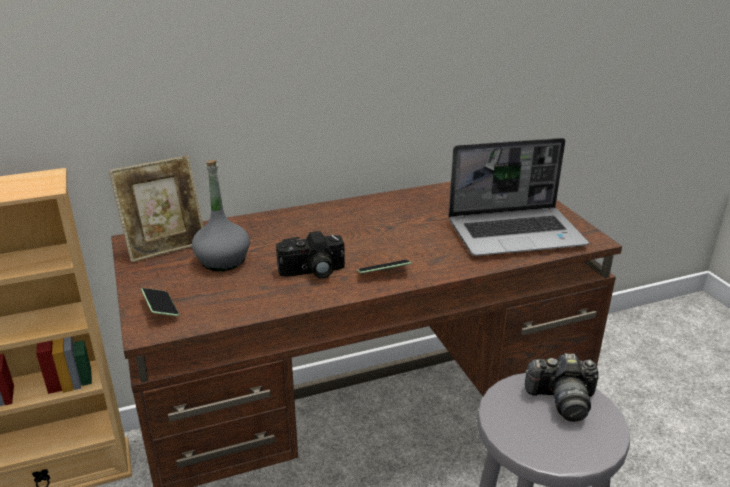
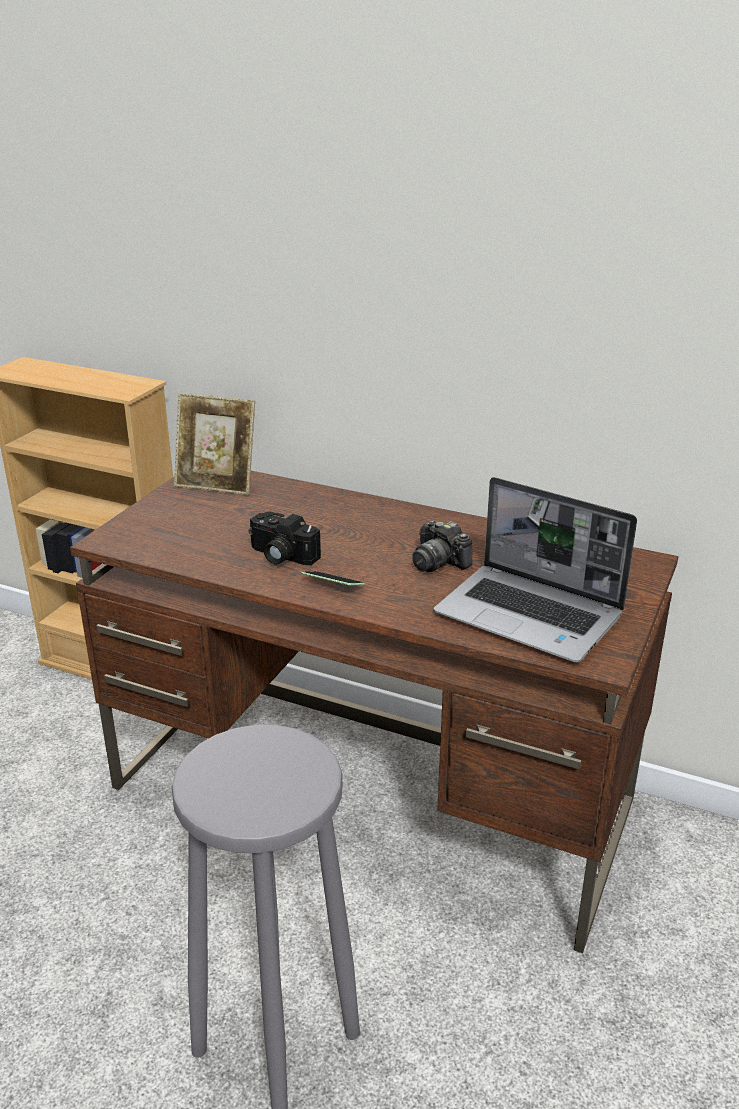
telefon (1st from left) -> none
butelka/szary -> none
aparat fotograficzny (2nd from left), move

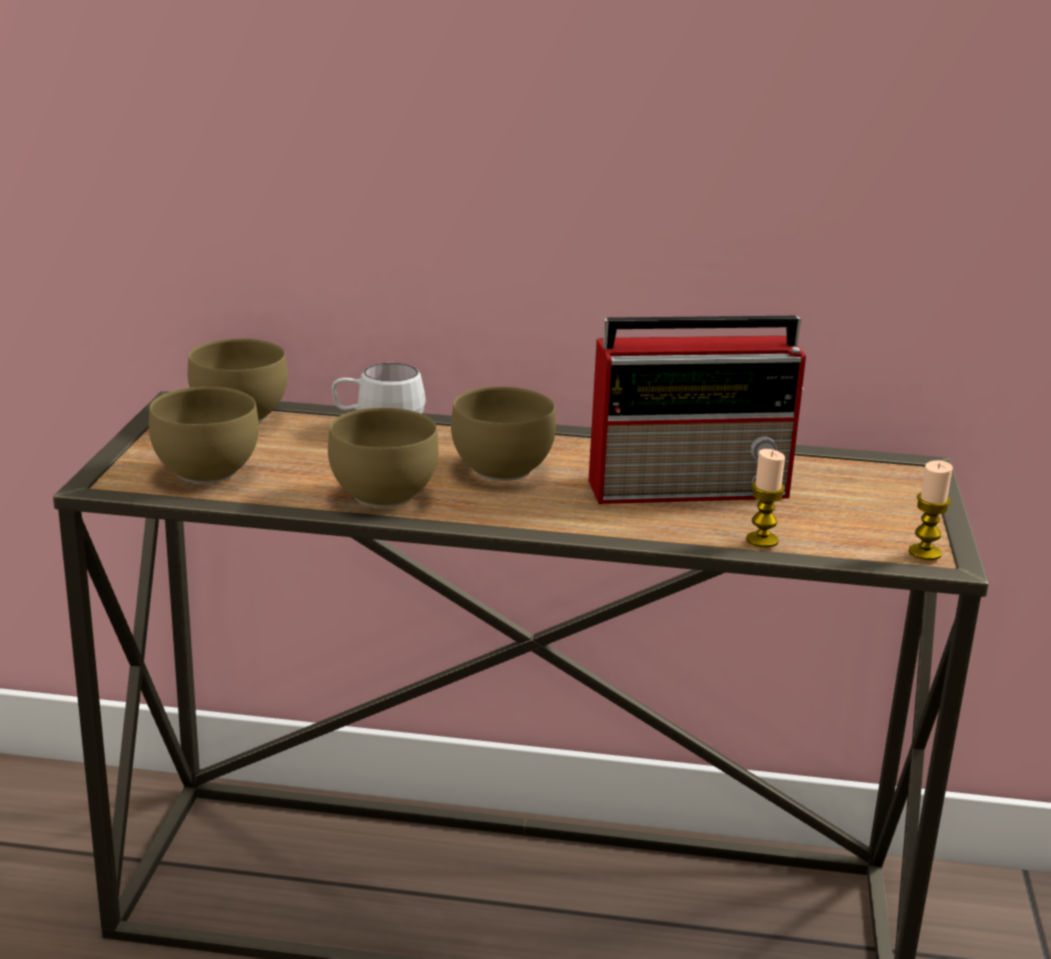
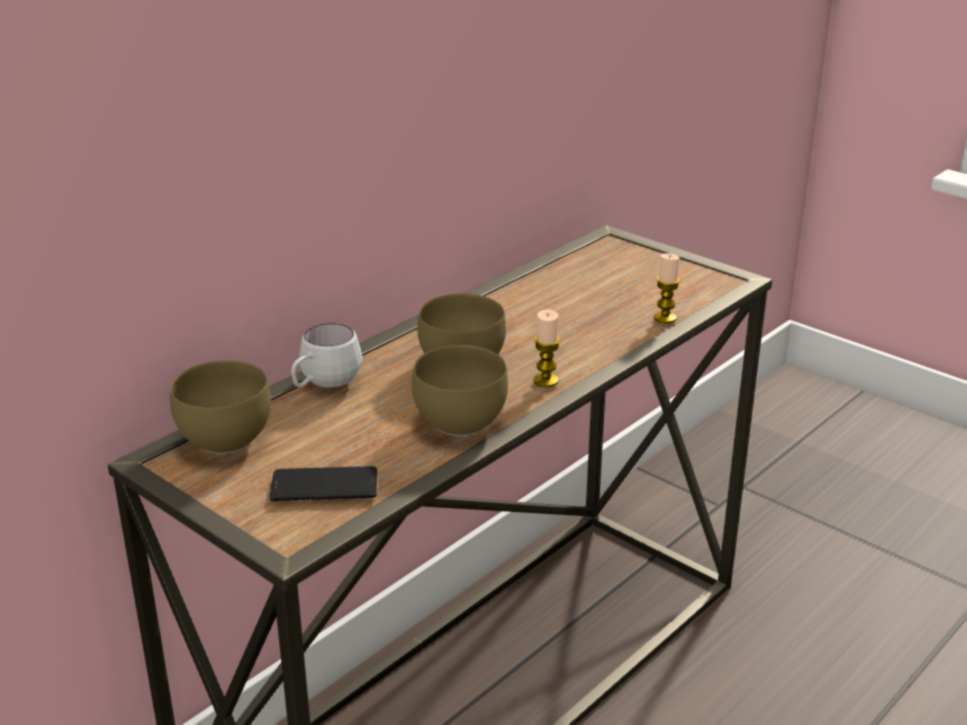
radio -> none
świeca (2nd from left in the first image) -> świeca (1st from left), move
miska/brązowy (1st from left) -> telefon

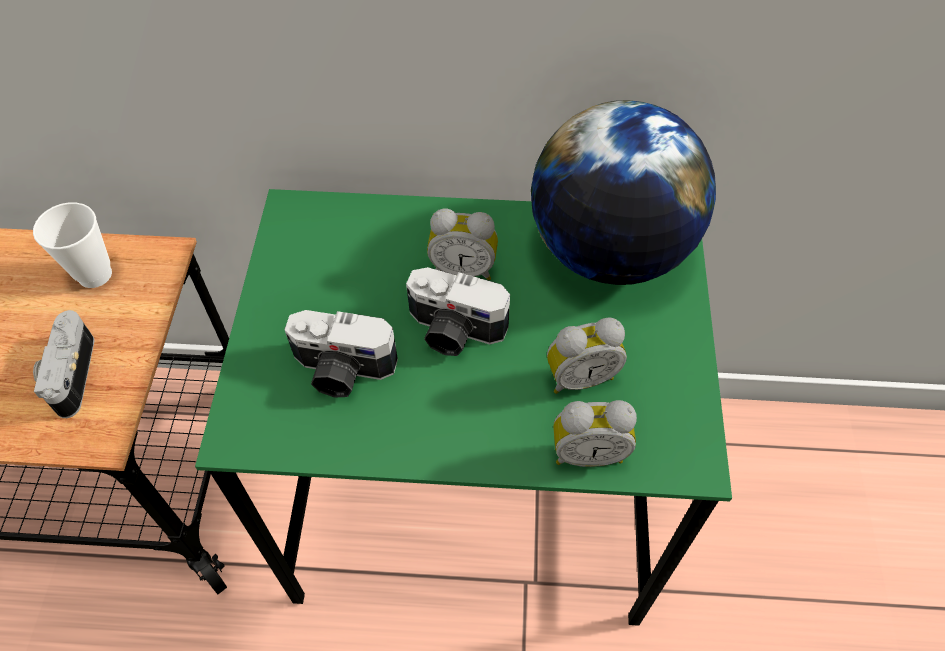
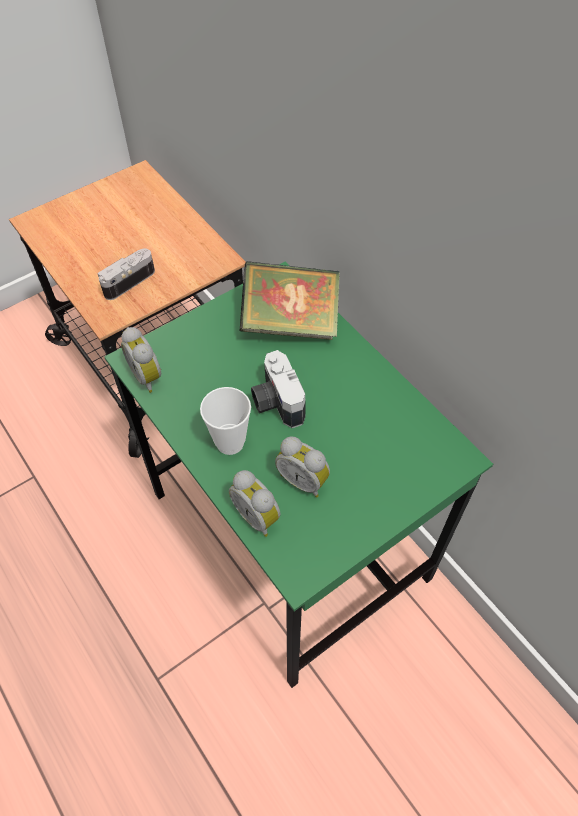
aparat fotograficzny (2nd from left) -> none
globus -> none
none -> książka
filiżanka, move
budzik (1st from left), move

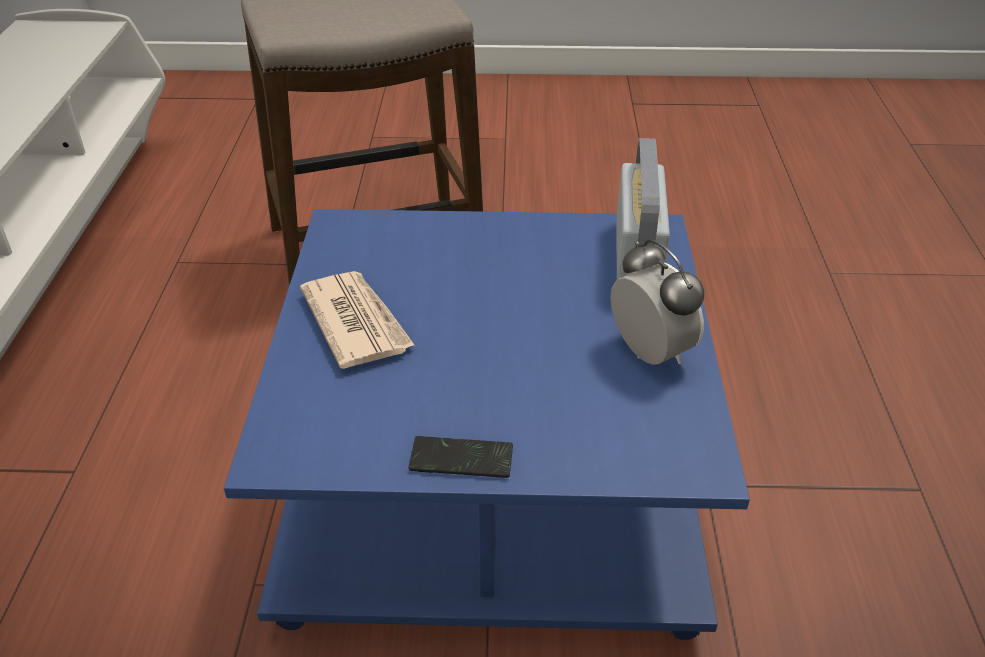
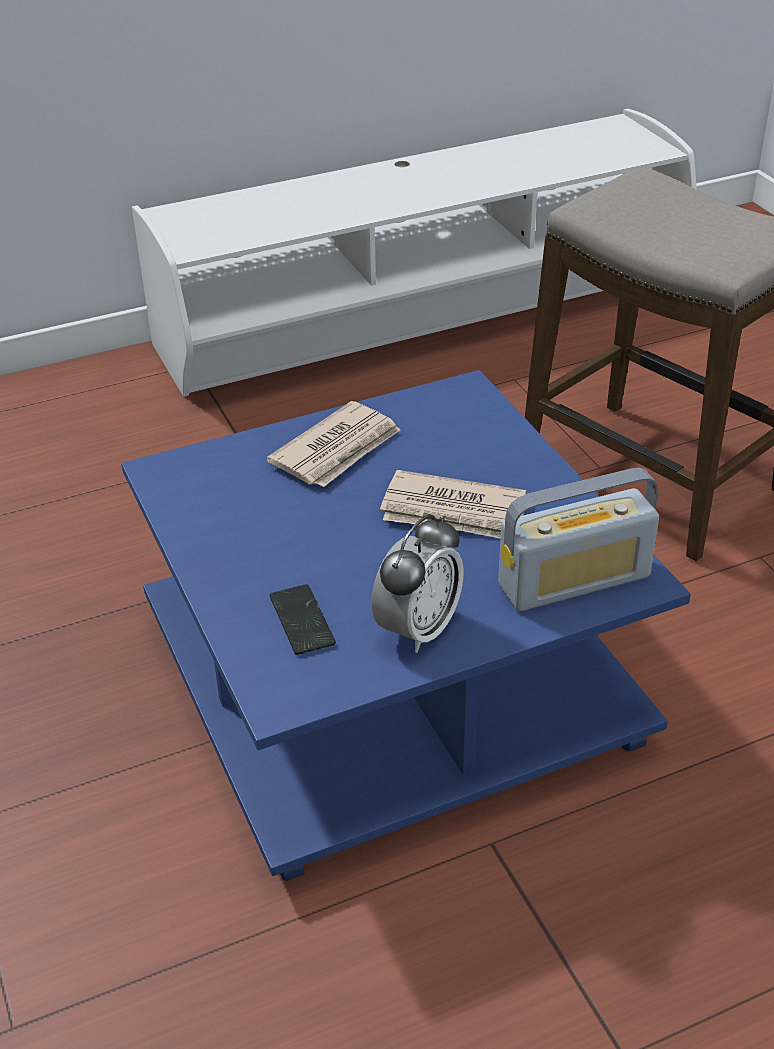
none -> gazeta (2nd from left)
telefon, move

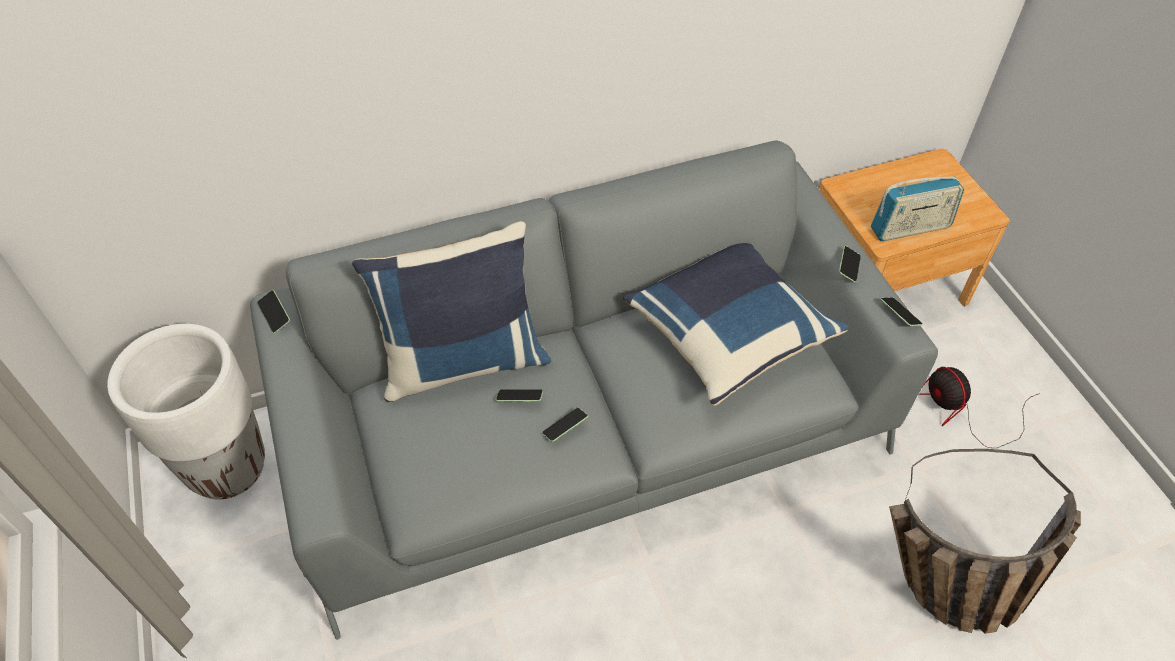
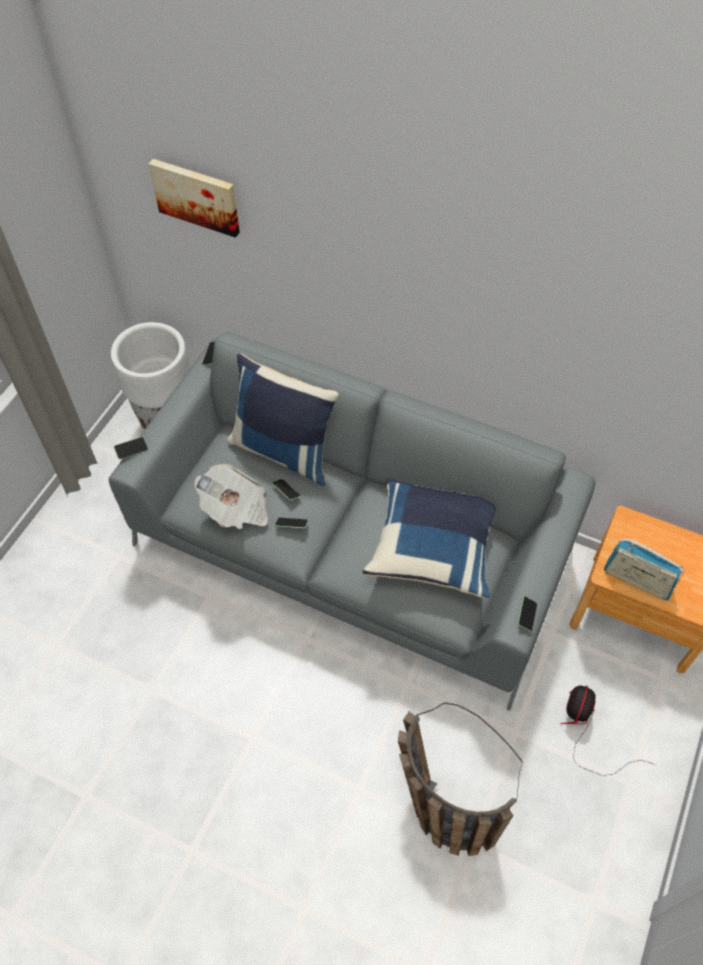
none -> obraz
none -> gazeta
telefon (4th from left in the first image) -> telefon (1st from left), move

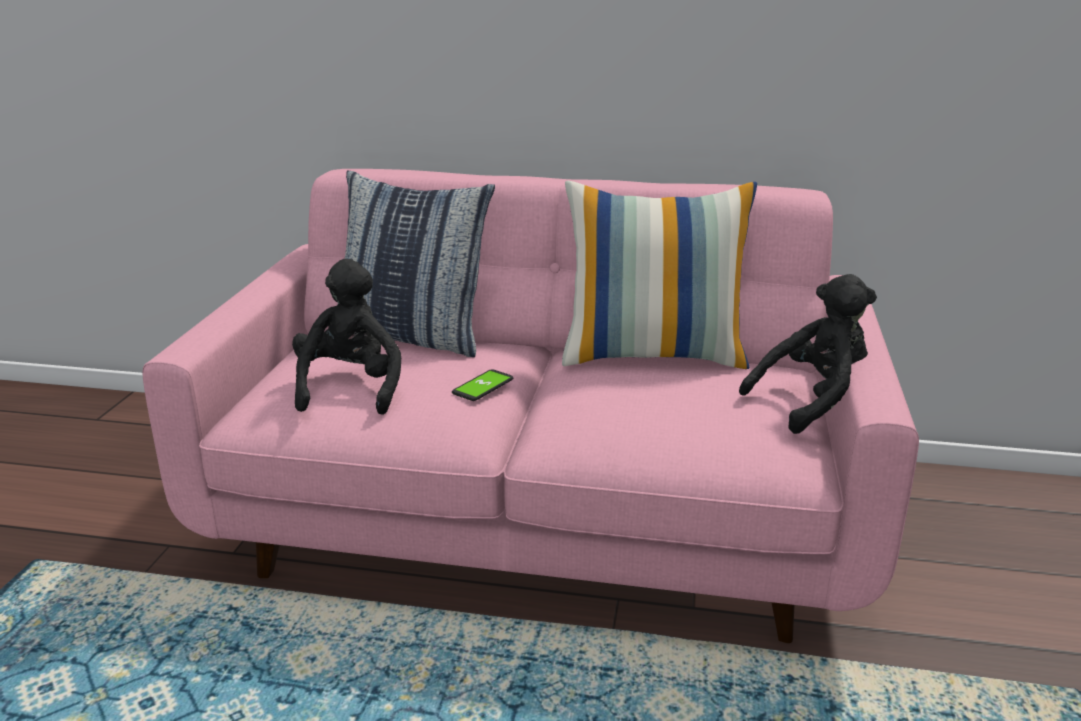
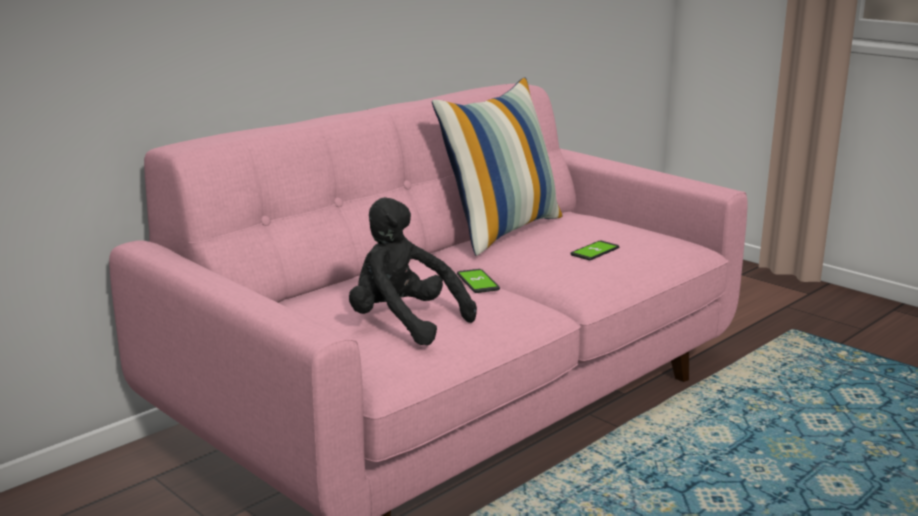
poduszka (1st from left) -> none
pluszak/czarny (2nd from left) -> none
none -> telefon (2nd from left)

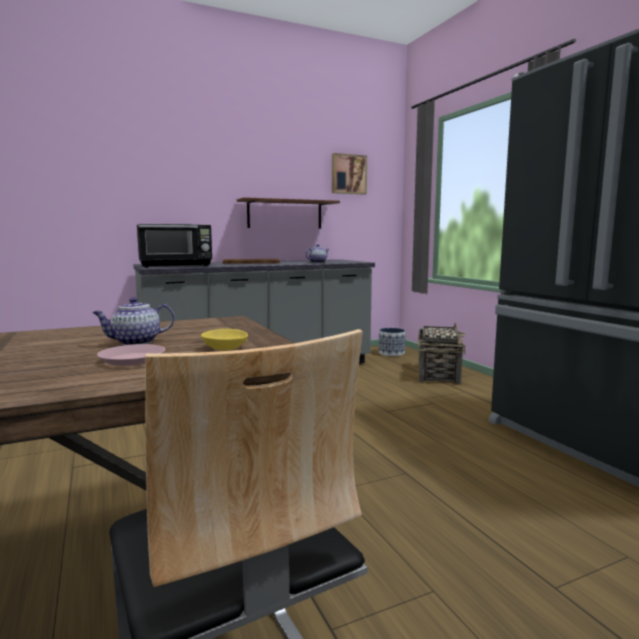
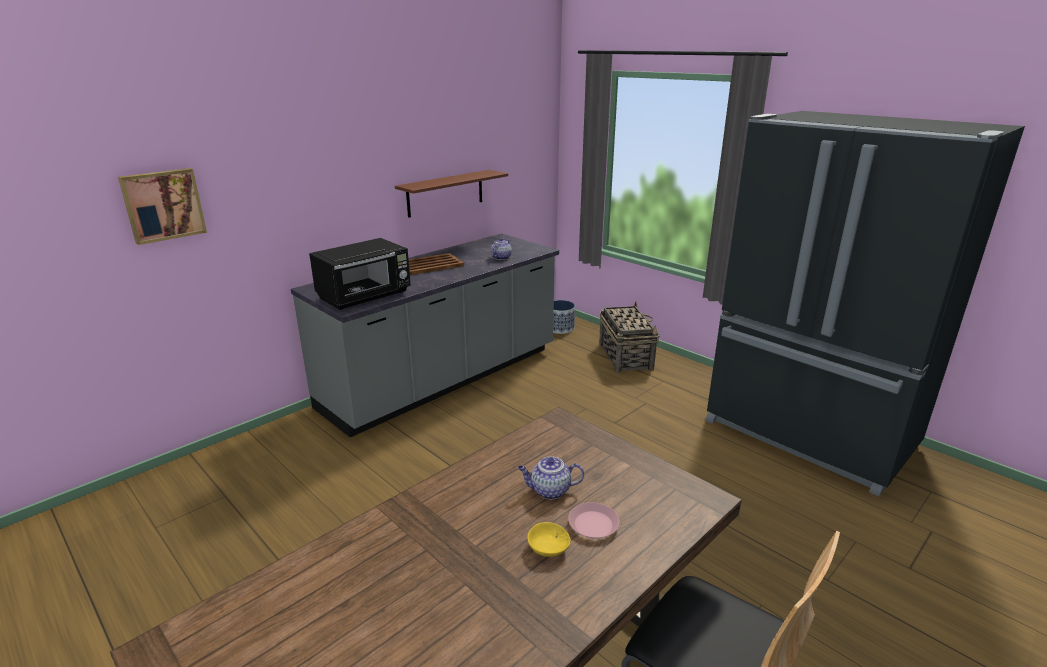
miska/żółty, move
obraz, move
imbryk (1st from left in the first image) -> imbryk (2nd from left), 45 degrees clockwise

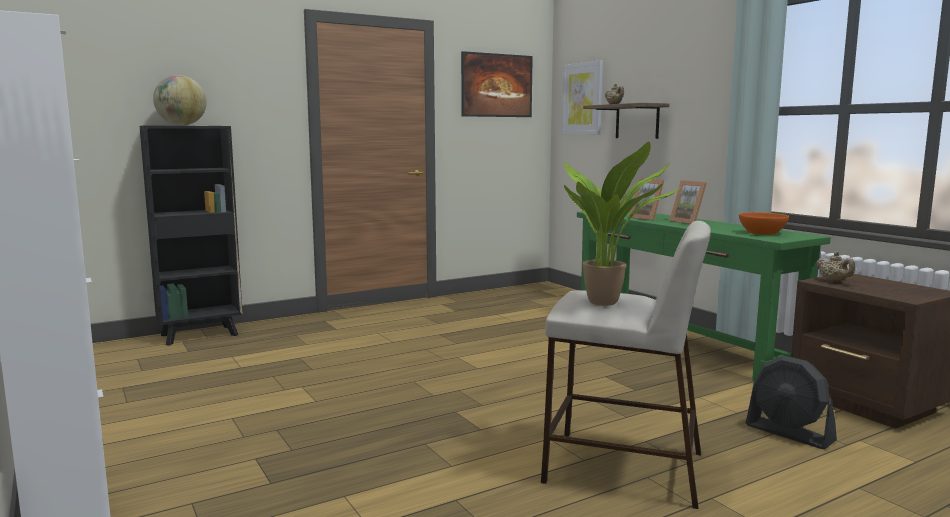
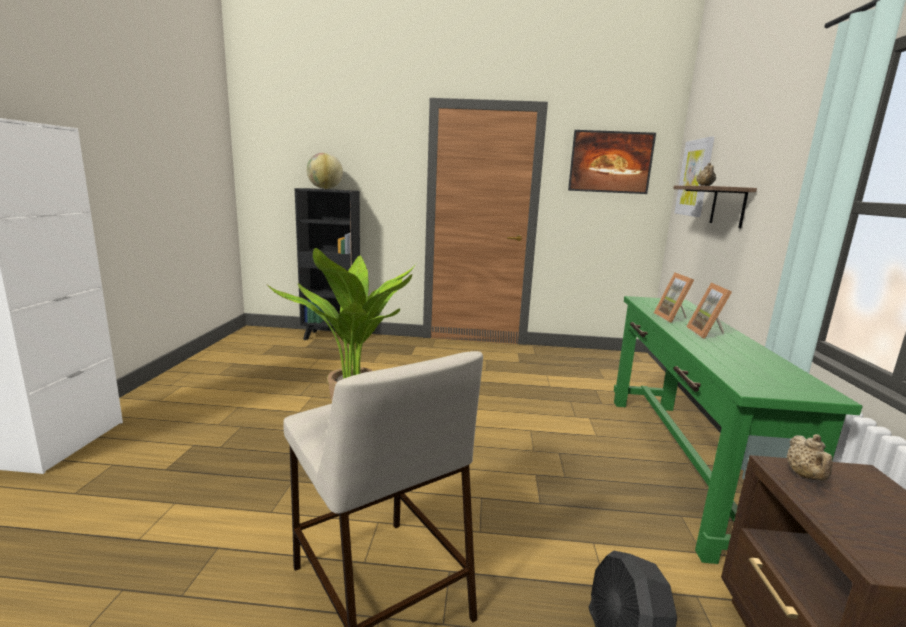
miska/pomarańczowy -> none

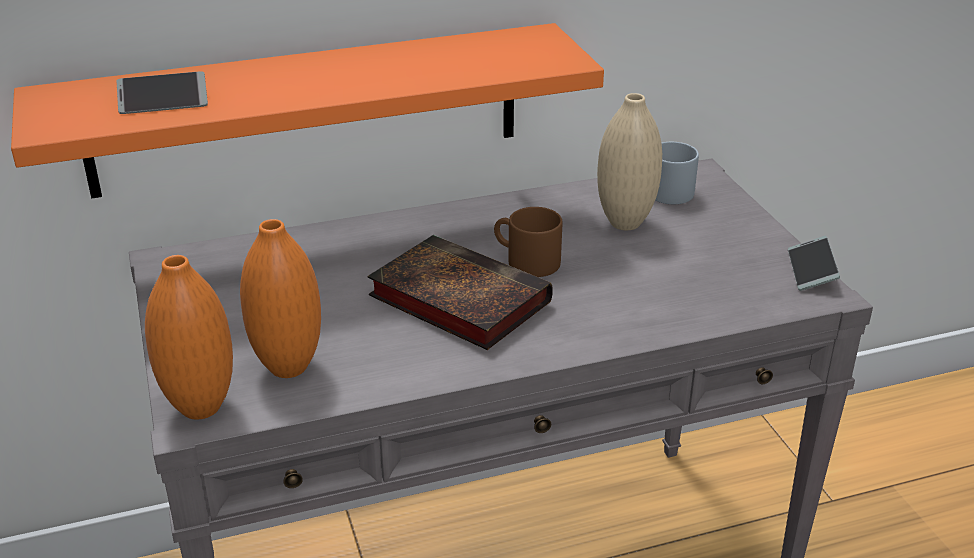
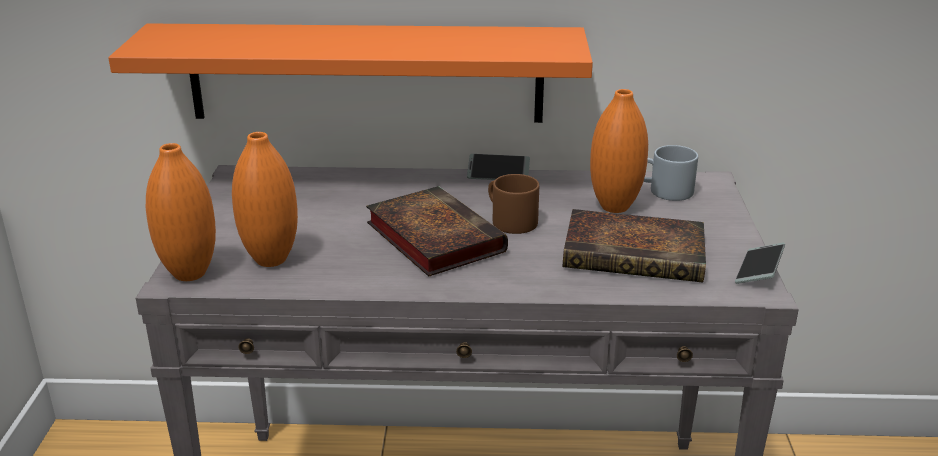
none -> książka (2nd from left)
telefon (1st from left), move
wazon/beżowy -> wazon/pomarańczowy (3rd from left)

